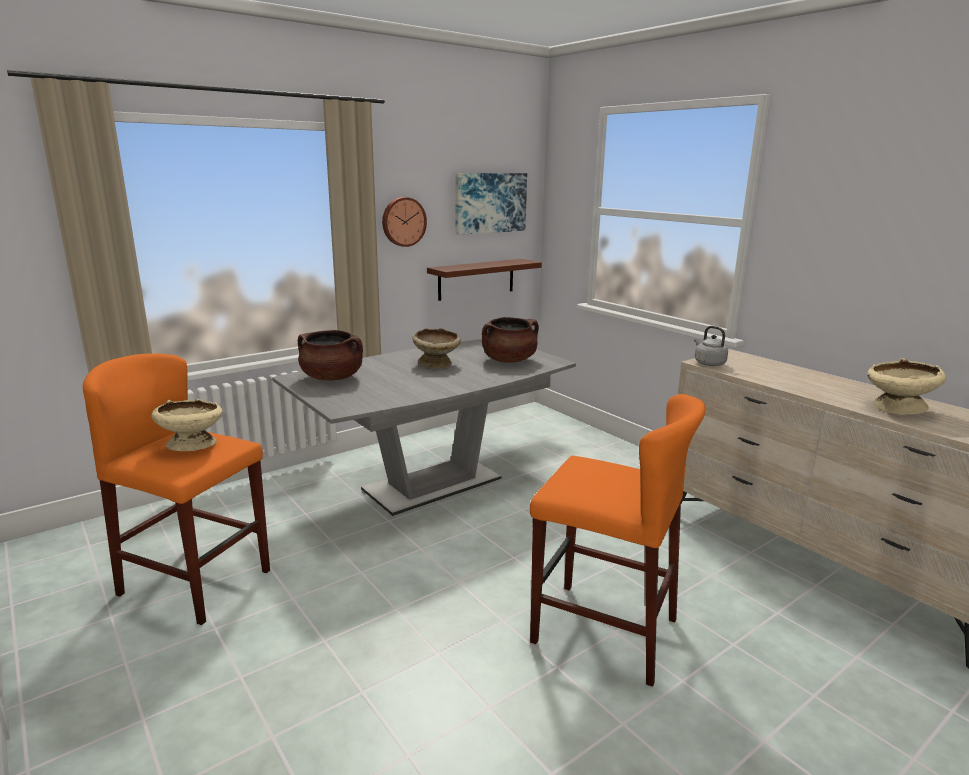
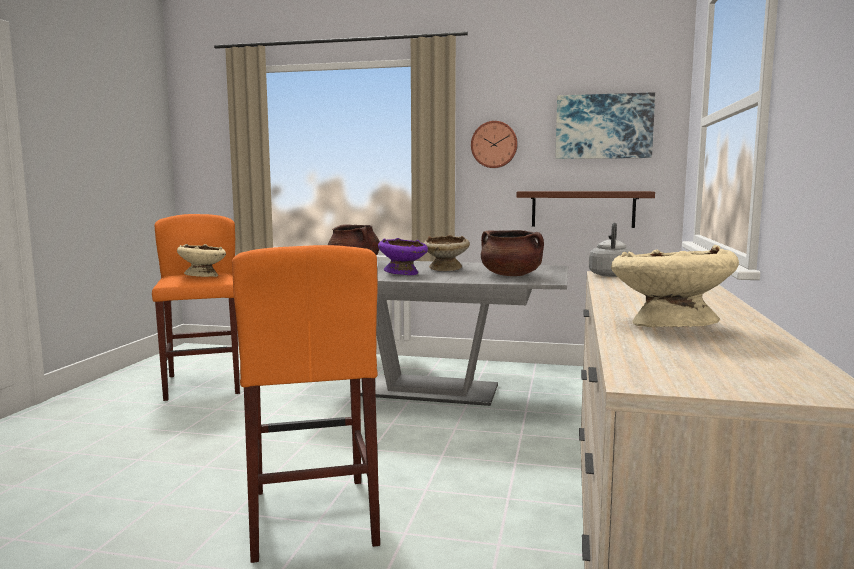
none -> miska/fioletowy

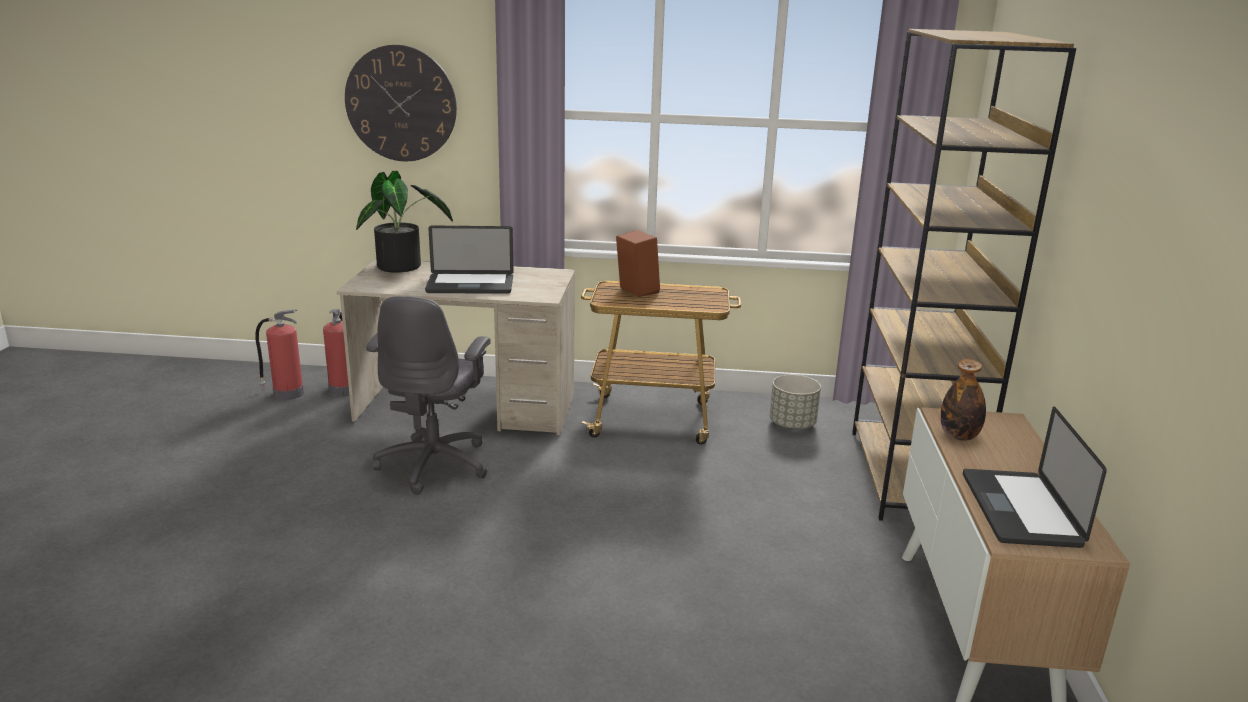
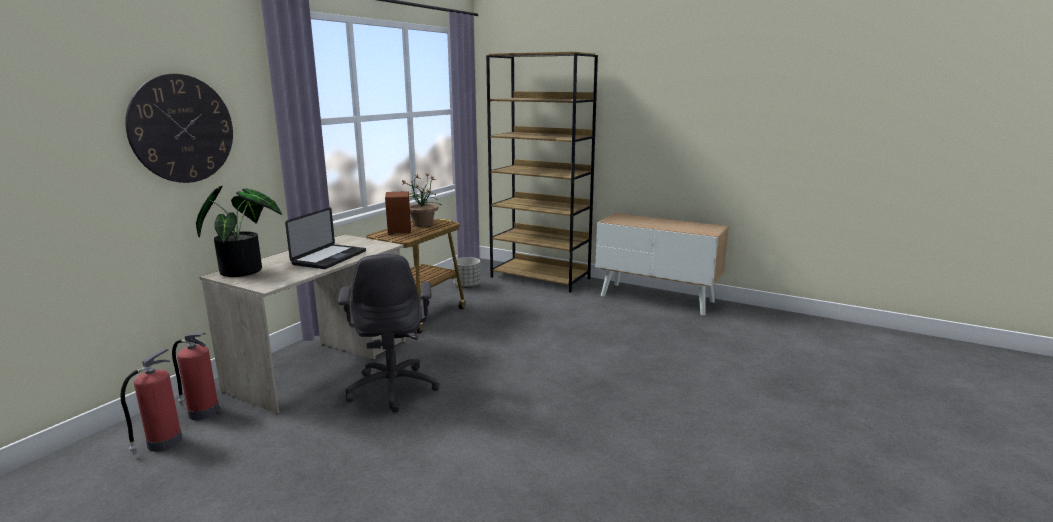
butelka -> none
laptop (2nd from left) -> none
none -> roślina doniczkowa (2nd from left)
krzesło biurowe/szary, 45 degrees clockwise

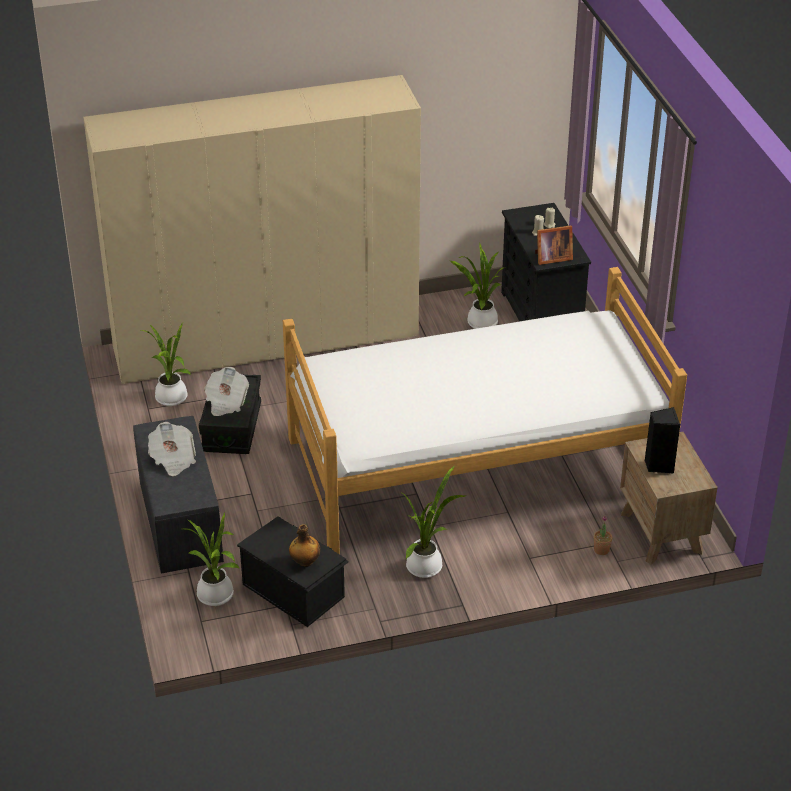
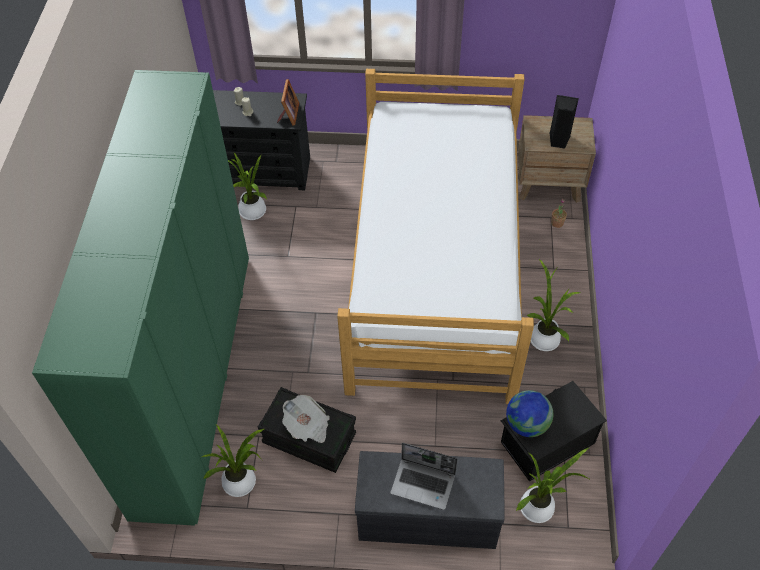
butelka -> none
none -> globus
gazeta (1st from left) -> laptop
szafa/beżowy -> szafa/zielony

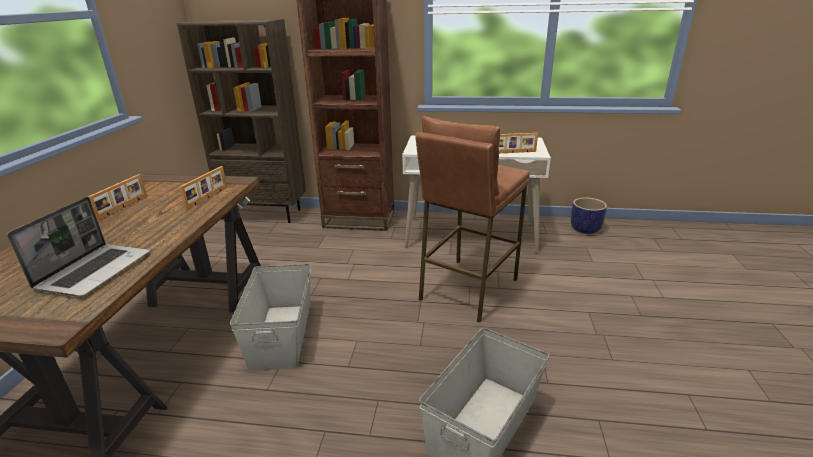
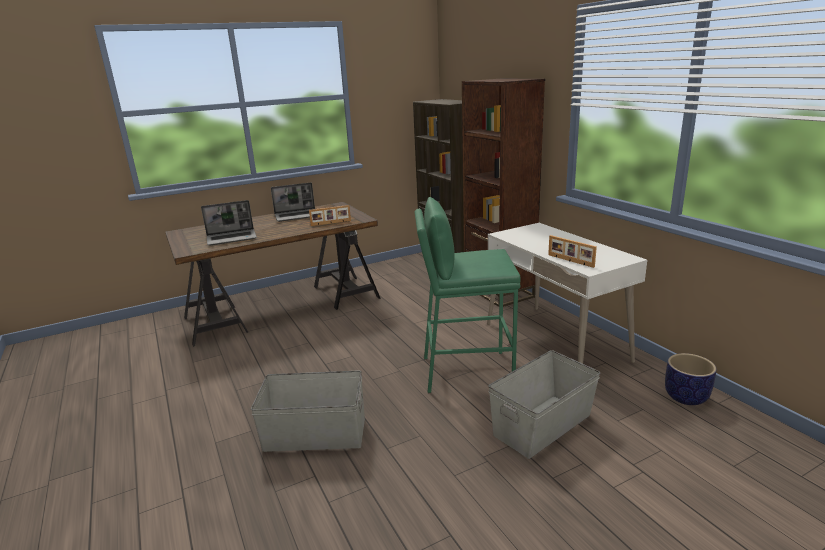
pojemnik do przechowywania/szary (1st from left in the first image) -> pojemnik do przechowywania/szary (2nd from left), move
ramka na zdjęcie (1st from left) -> laptop (2nd from left)
stołek/brązowy -> stołek/zielony

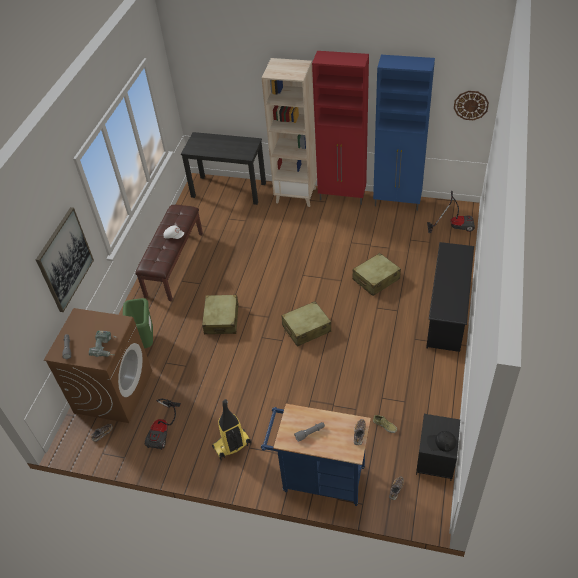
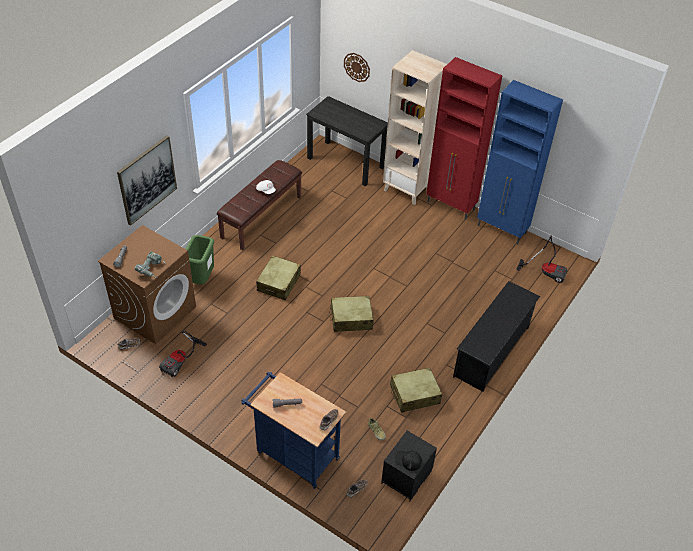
odkurzacz (2nd from left) -> none
walizka/beżowy (3rd from left), move
zegar ścienny, move

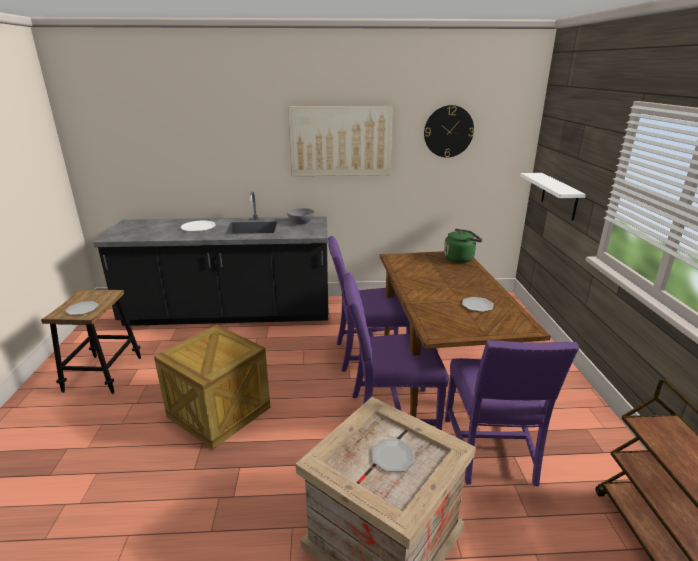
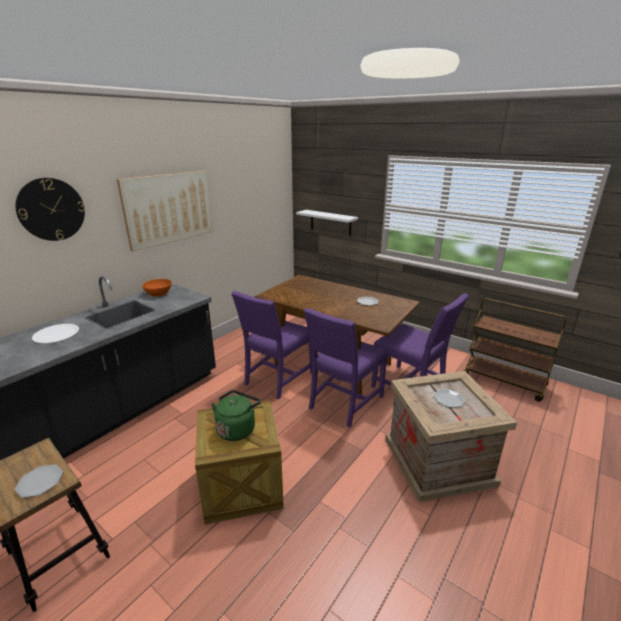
zegar ścienny, move
czajnik/zielony, move
miska/szary -> miska/pomarańczowy

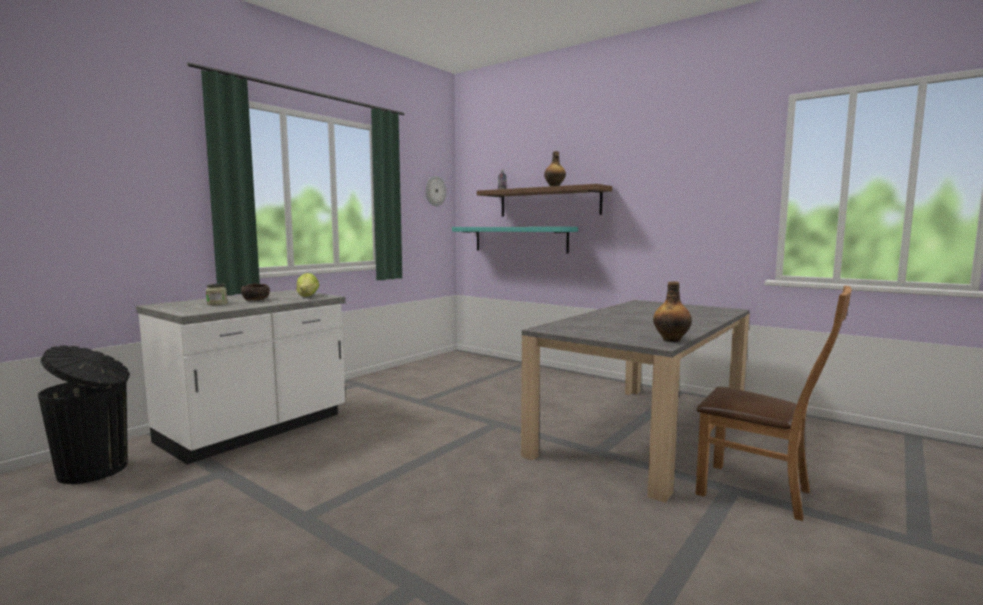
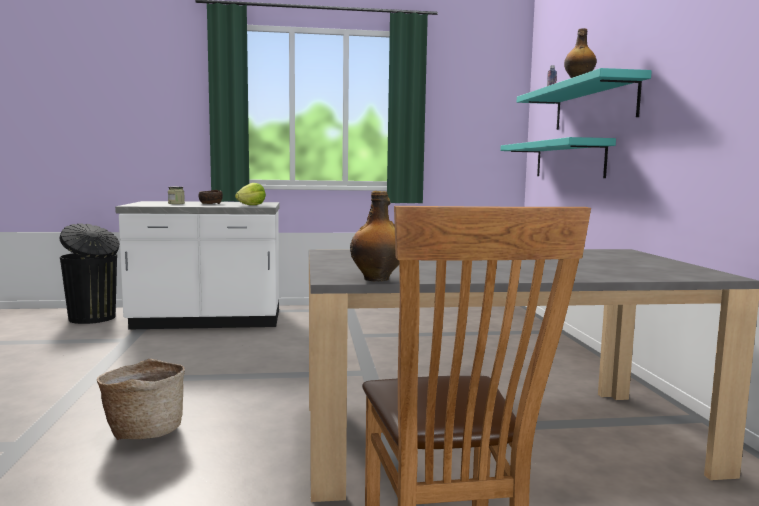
zegar ścienny -> none
none -> koszyk
półka/brązowy -> półka/turkusowy (2nd from left)

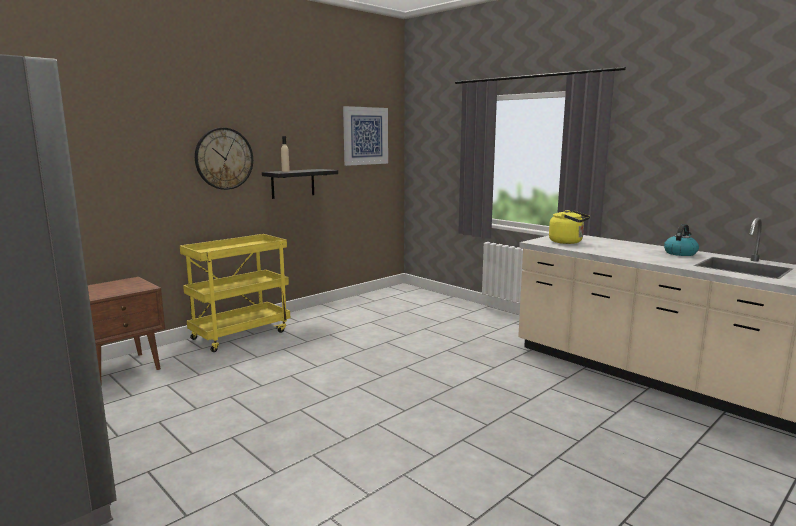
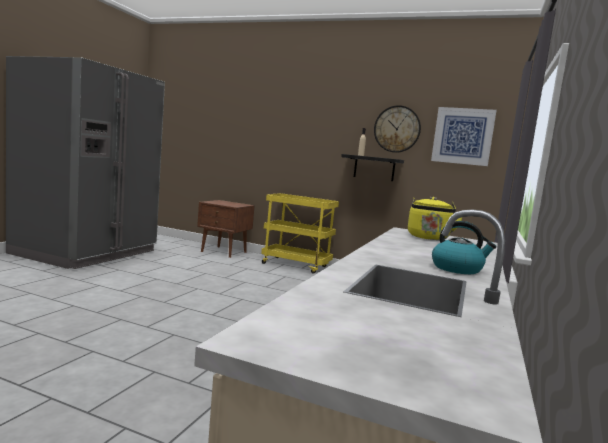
zegar ścienny, move

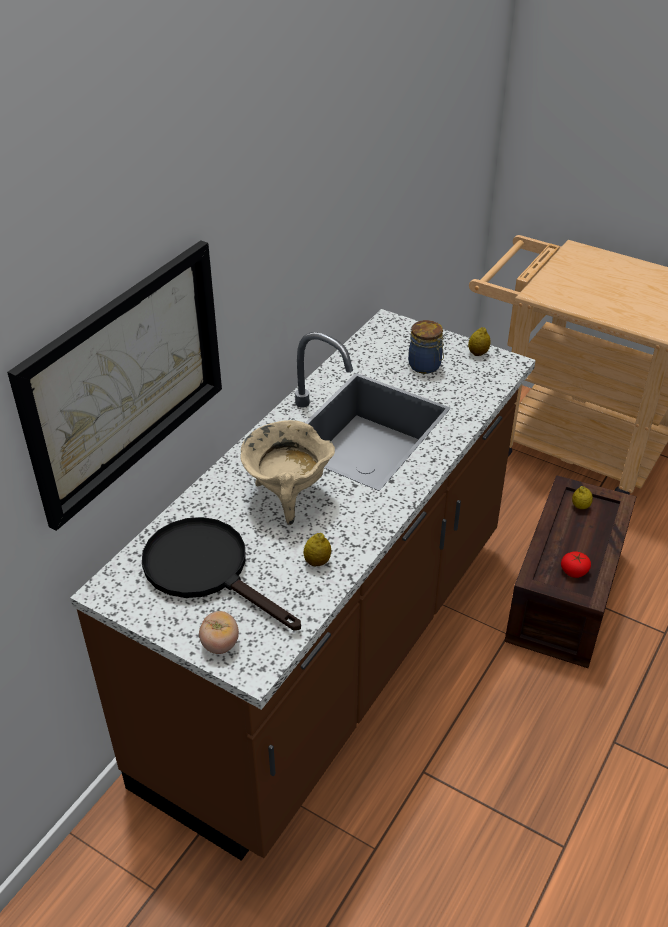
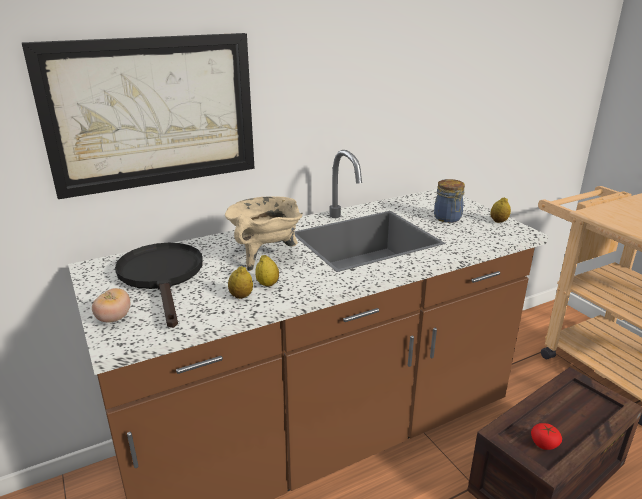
cytryna (3rd from left in the first image) -> cytryna (2nd from left), move

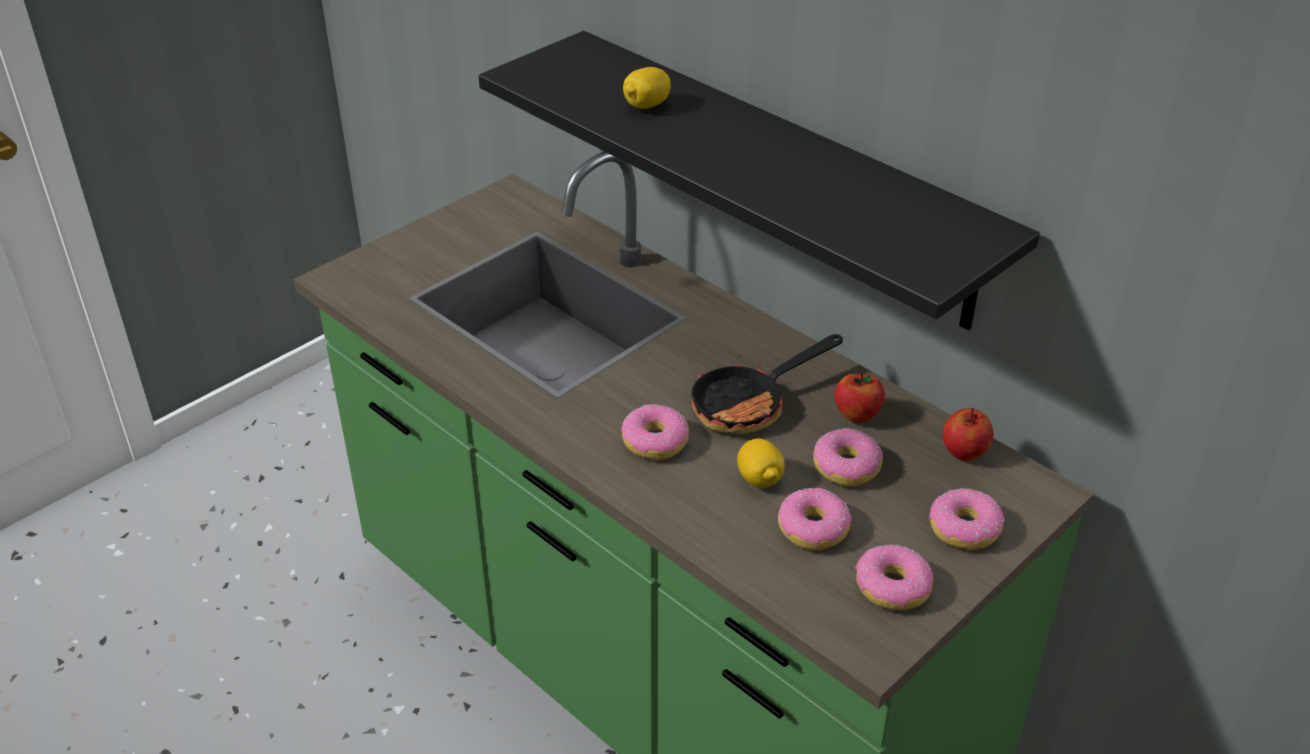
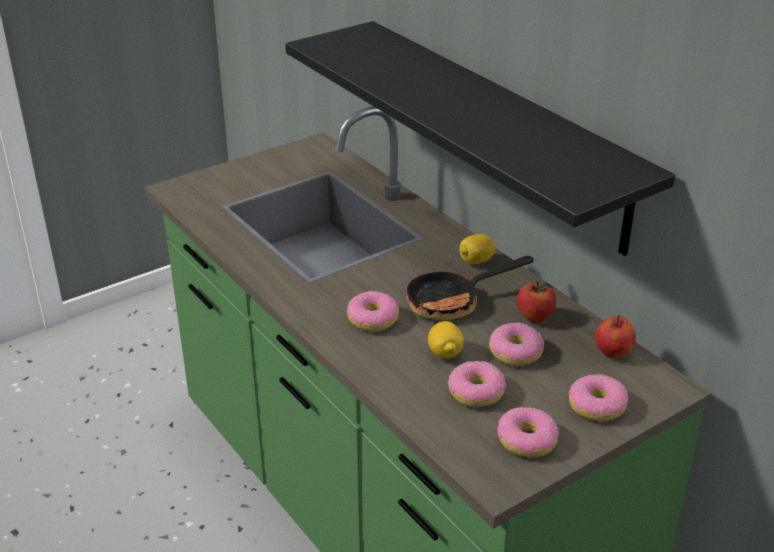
cytryna (1st from left in the first image) -> cytryna (2nd from left), move

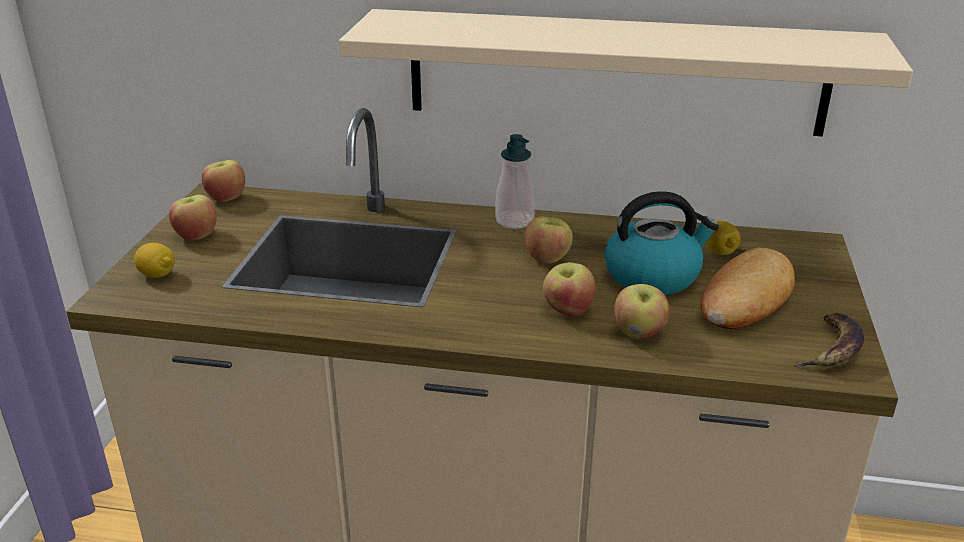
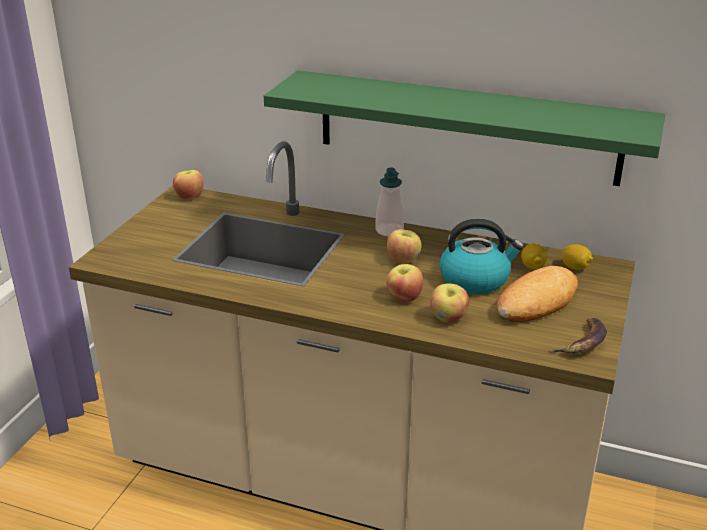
jabłko (1st from left) -> none
cytryna (1st from left in the first image) -> cytryna (2nd from left), move
półka/beżowy -> półka/zielony

